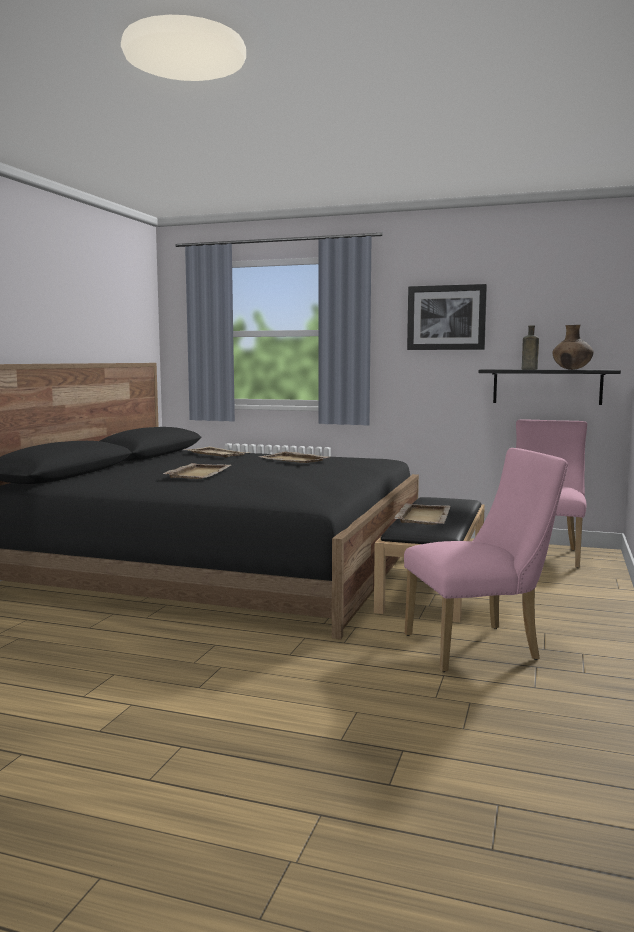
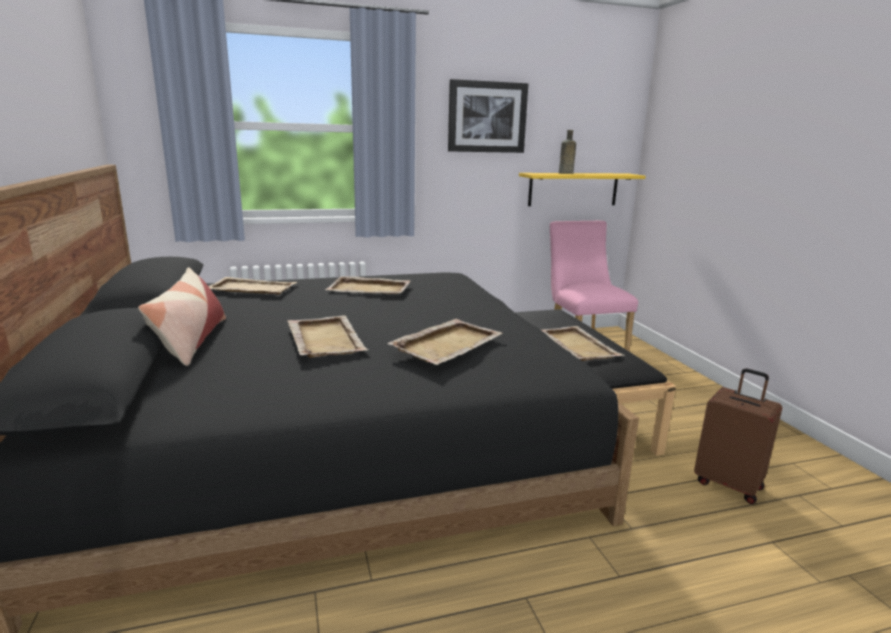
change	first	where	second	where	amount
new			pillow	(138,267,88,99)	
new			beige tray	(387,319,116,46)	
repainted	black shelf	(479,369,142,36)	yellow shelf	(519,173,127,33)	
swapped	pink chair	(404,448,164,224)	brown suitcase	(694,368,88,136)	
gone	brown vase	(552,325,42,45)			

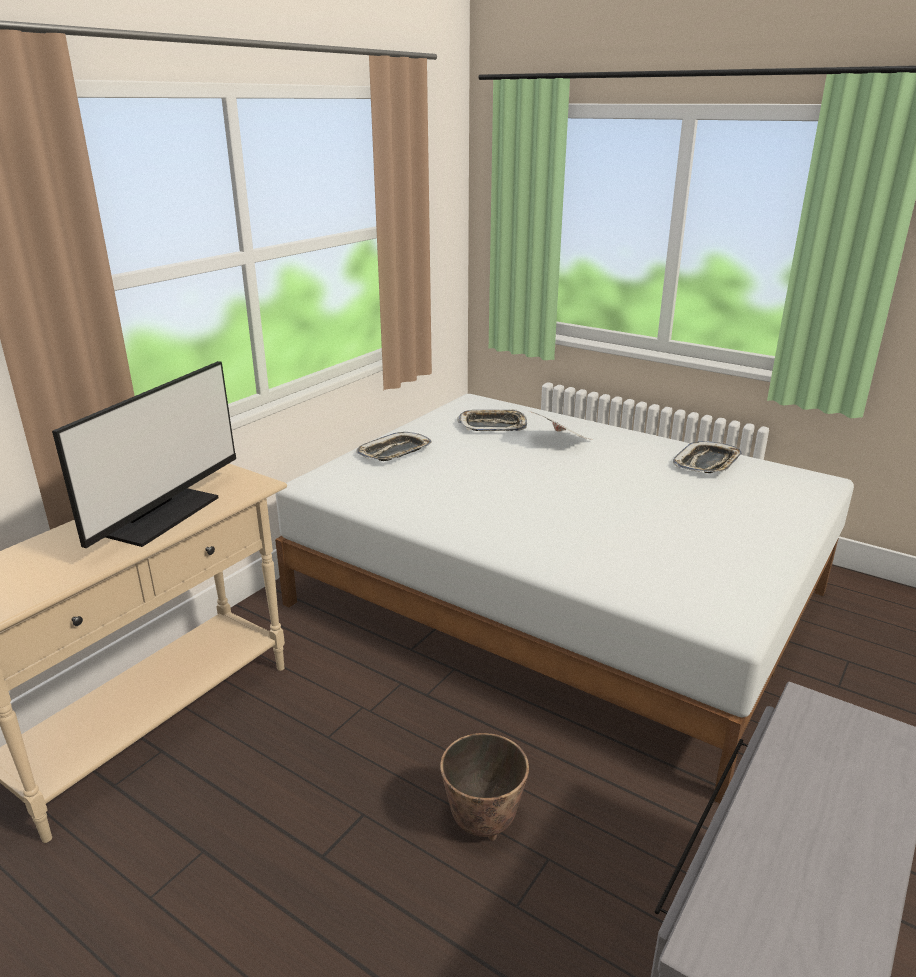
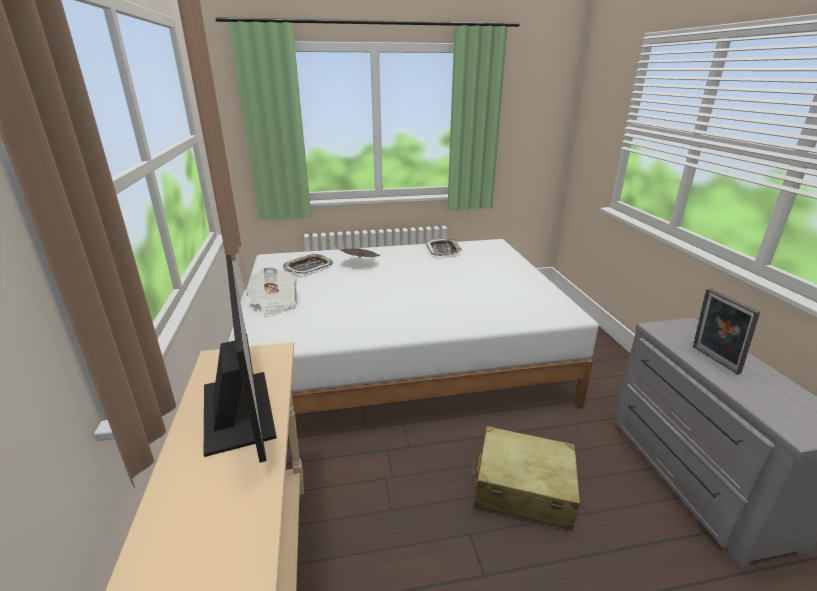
change	first	where	second	where	amount
swapped	tray	(356,432,76,29)	newspaper	(247,267,51,50)	
swapped	planter	(440,733,89,108)	beige suitcase	(473,426,107,105)	
new			picture frame	(693,288,67,86)	

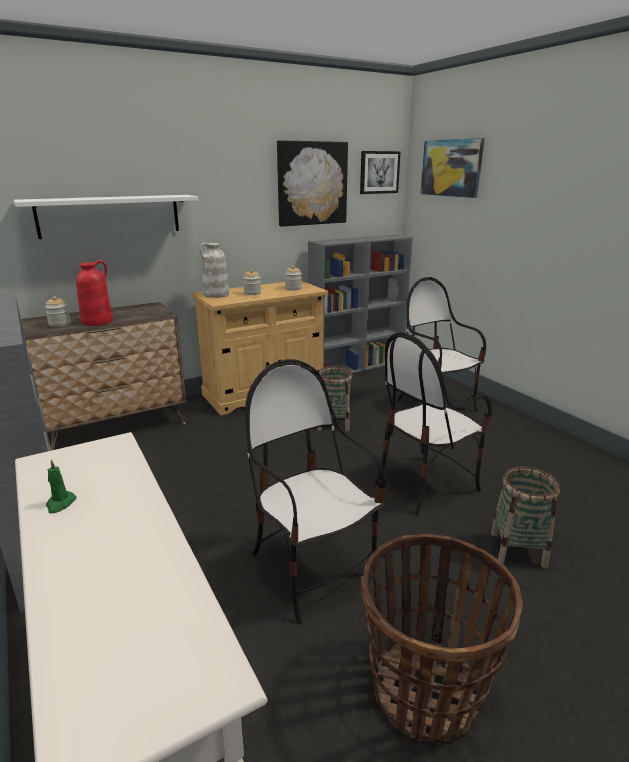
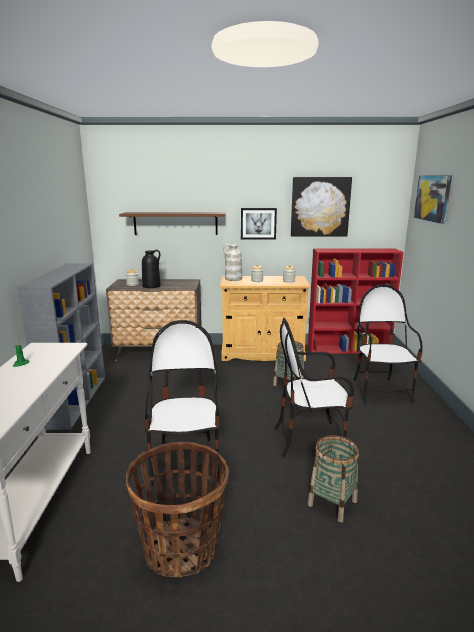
change	first	where	second	where	amount
repainted	white shelf	(14,195,185,44)	brown shelf	(119,212,107,23)	
repainted	red vase	(76,260,37,66)	black vase	(142,250,19,38)	
shifted	picture	(360,151,41,43)		(241,208,36,31)	
repainted	grey bookcase	(308,234,105,139)	red bookcase	(308,249,96,105)	

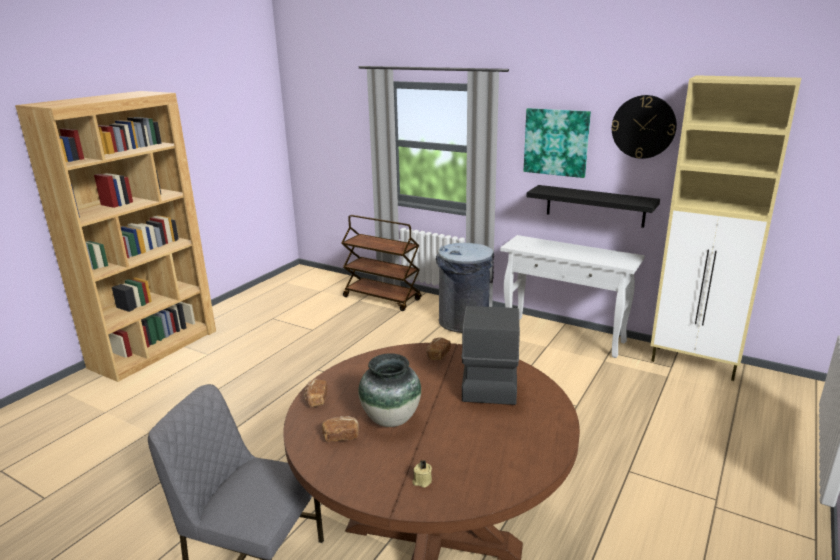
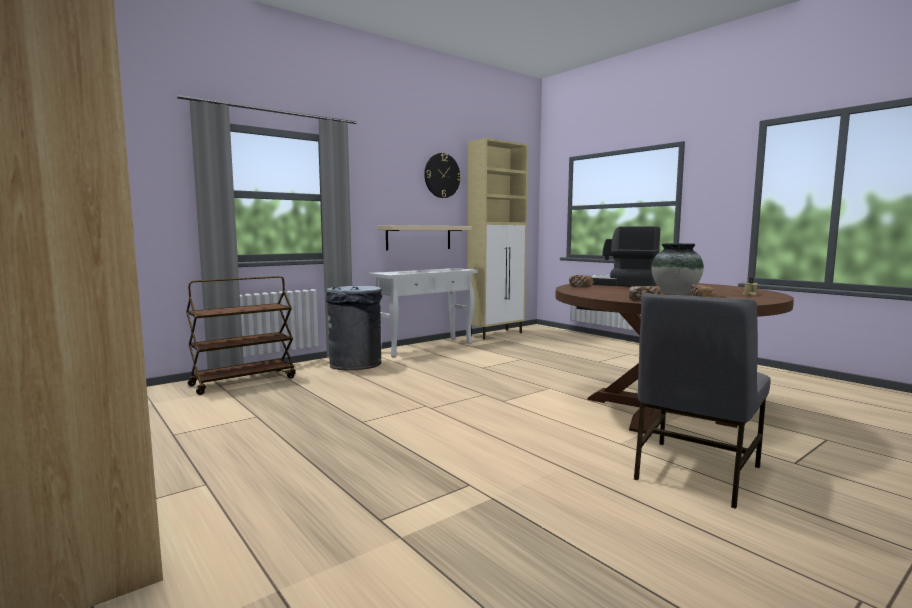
change	first	where	second	where	amount
repainted	black shelf	(526,185,134,43)	beige shelf	(378,225,94,26)	
gone	picture	(524,108,67,70)			

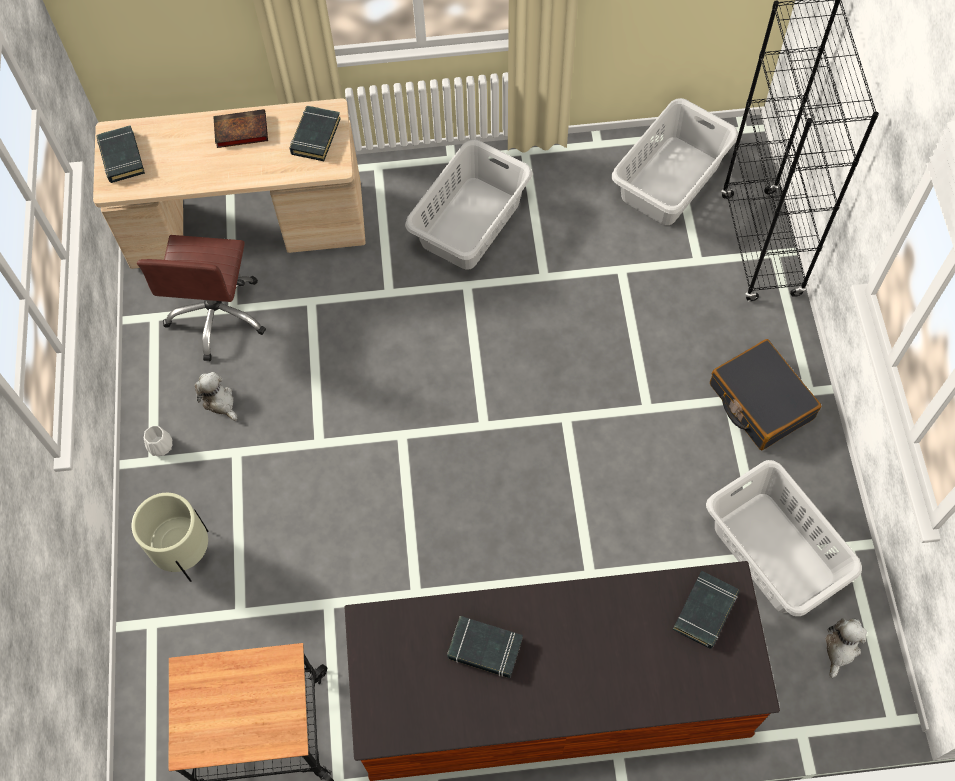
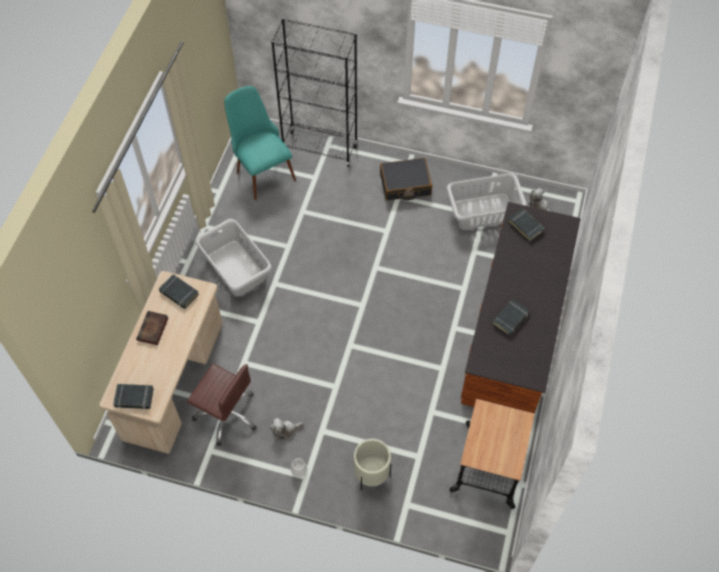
change	first	where	second	where	amount
swapped	grey laundry basket	(611,98,127,127)	turquoise chair	(224,86,72,114)	

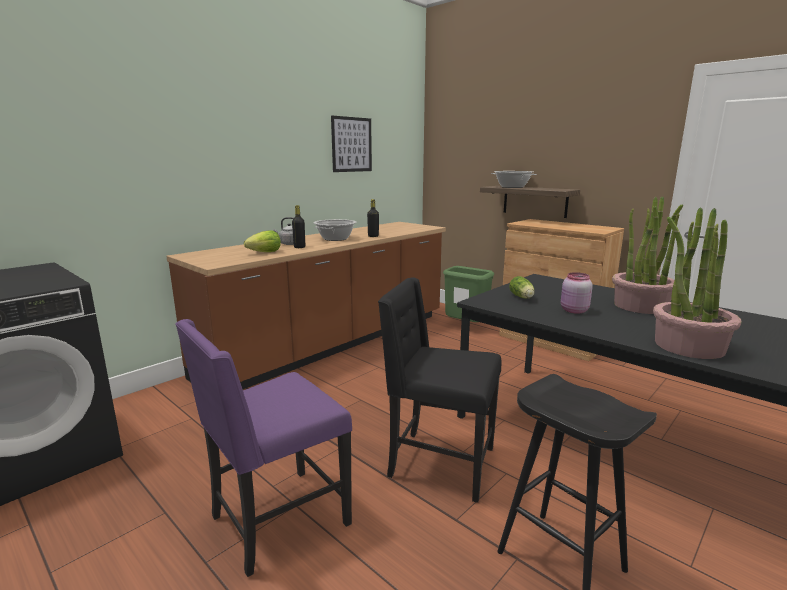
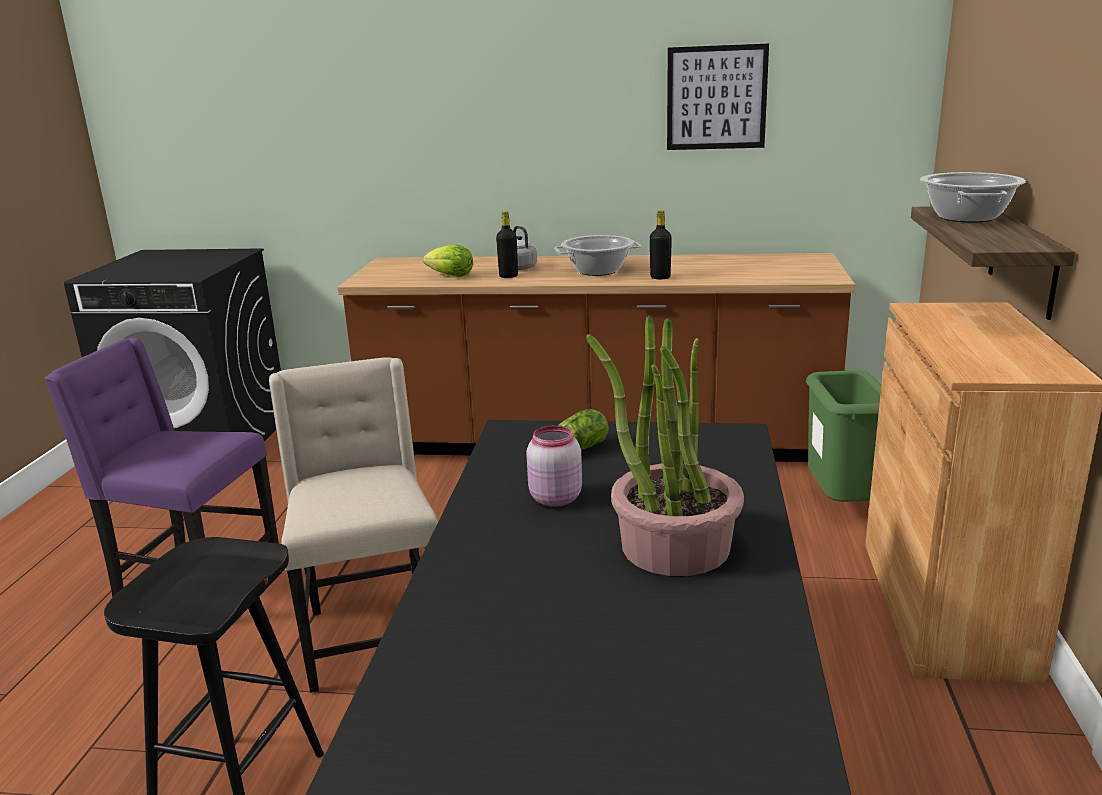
change	first	where	second	where	amount
repainted	black chair	(378,277,124,226)	beige chair	(269,357,169,336)	
gone	potted plant	(653,207,88,152)			

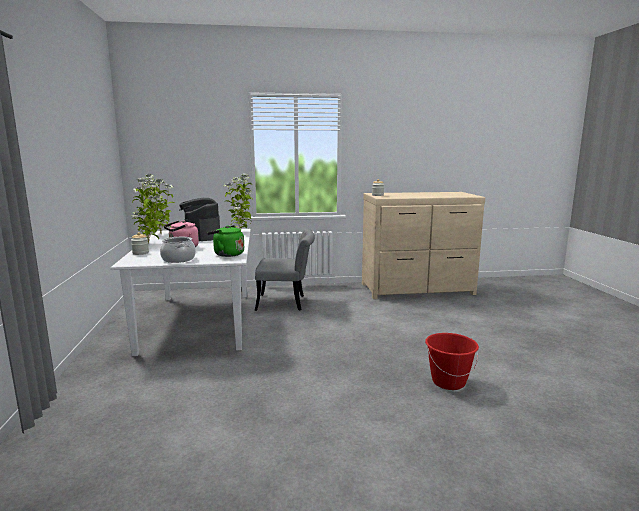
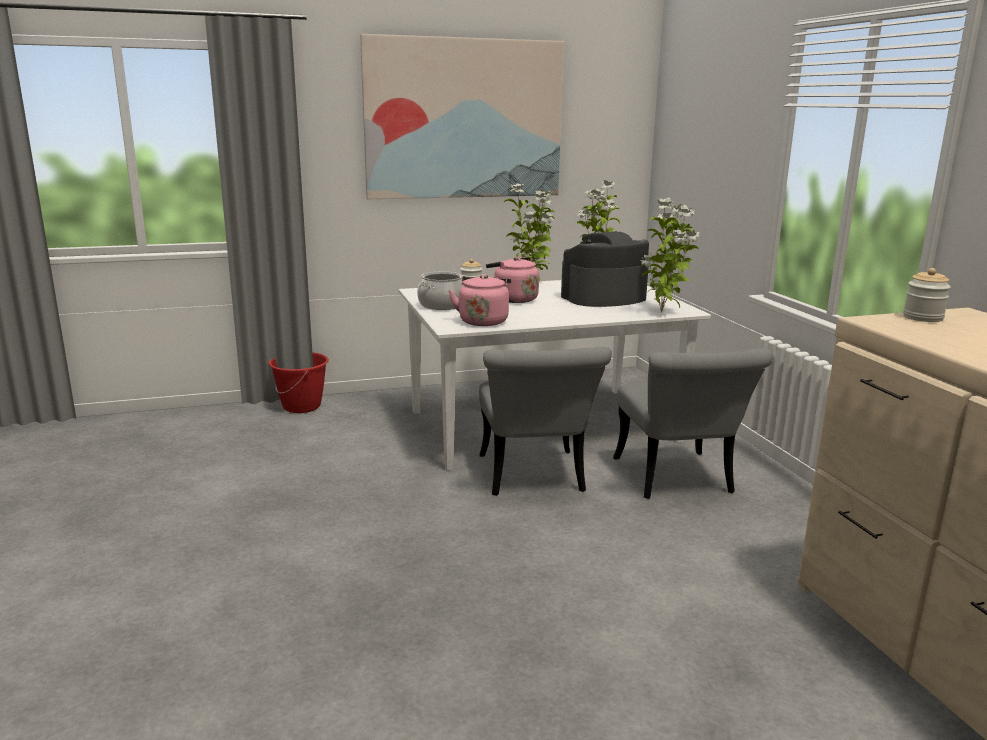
change	first	where	second	where	amount
shifted	red bucket	(425,333,54,57)		(269,352,60,61)	
new			picture	(360,34,204,165)	
repainted	green kettle	(207,225,37,32)	pink kettle	(448,274,63,52)	
new			grey chair	(479,347,133,149)	

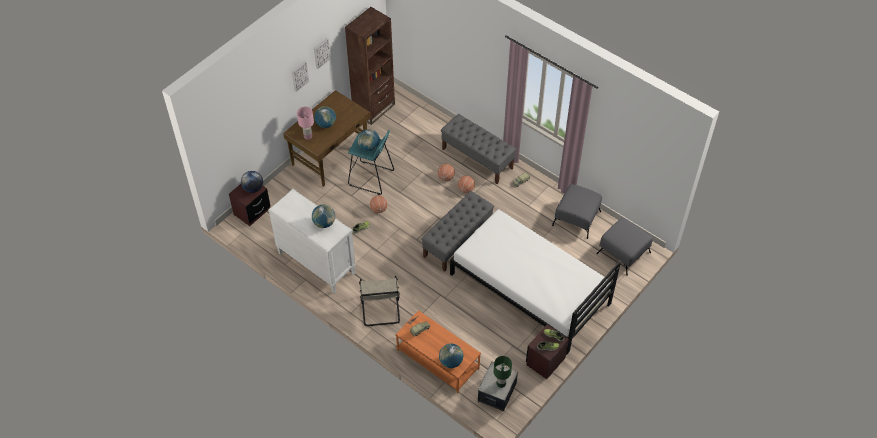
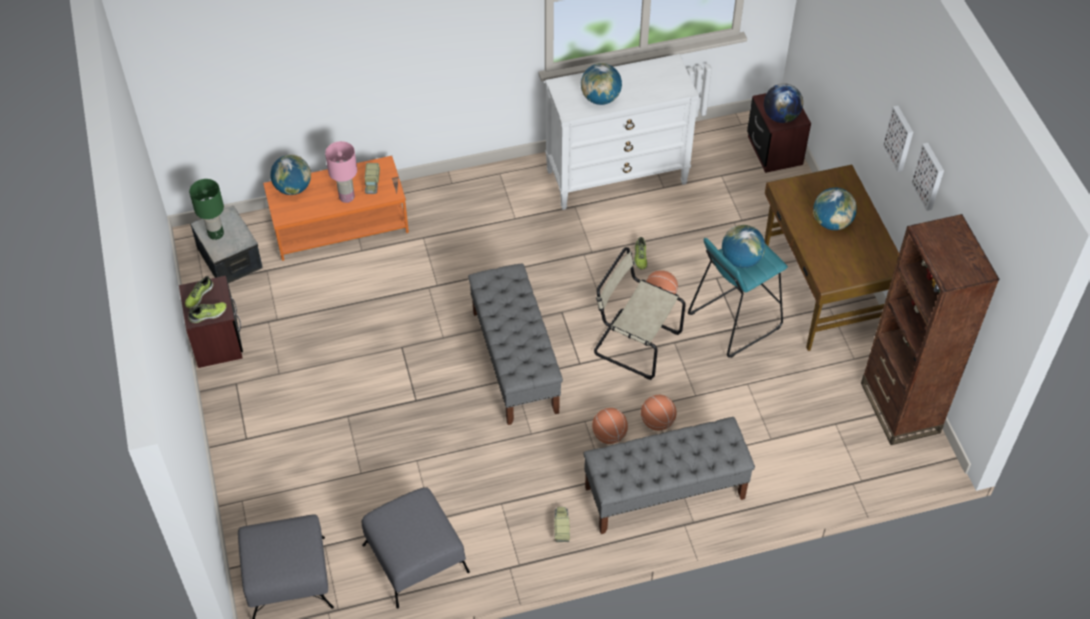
change	first	where	second	where	amount
shifted	pink table lamp	(297,107,17,33)		(325,141,32,62)	
shifted	beige chair	(359,276,41,50)		(594,247,92,133)	
gone	white bed	(450,209,171,145)			

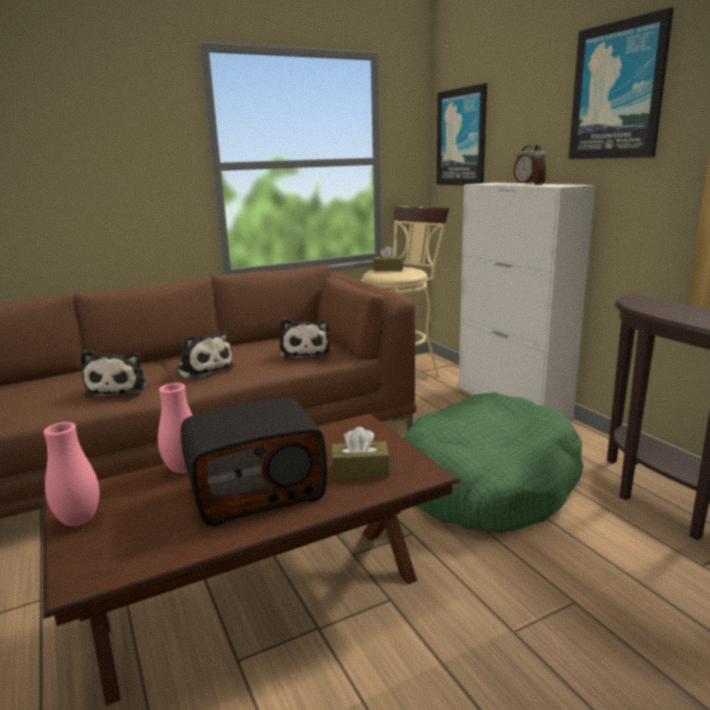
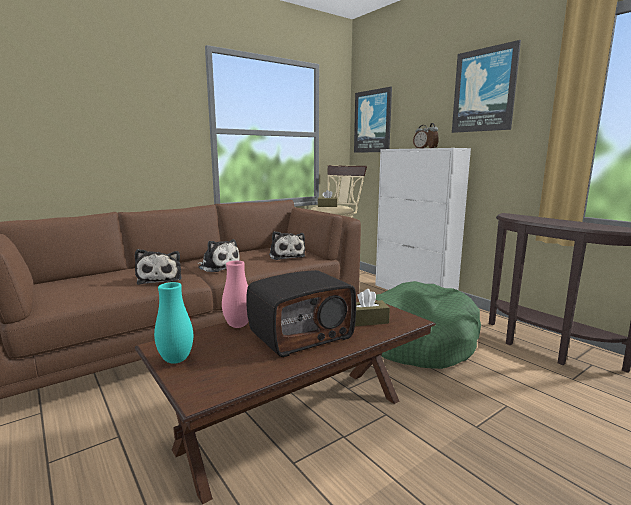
change	first	where	second	where	amount
repainted	pink vase	(43,422,56,104)	turquoise vase	(154,282,39,82)	

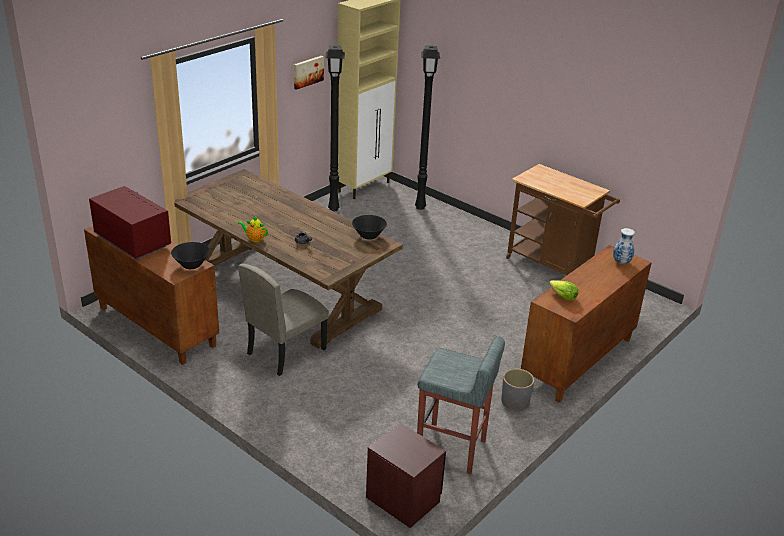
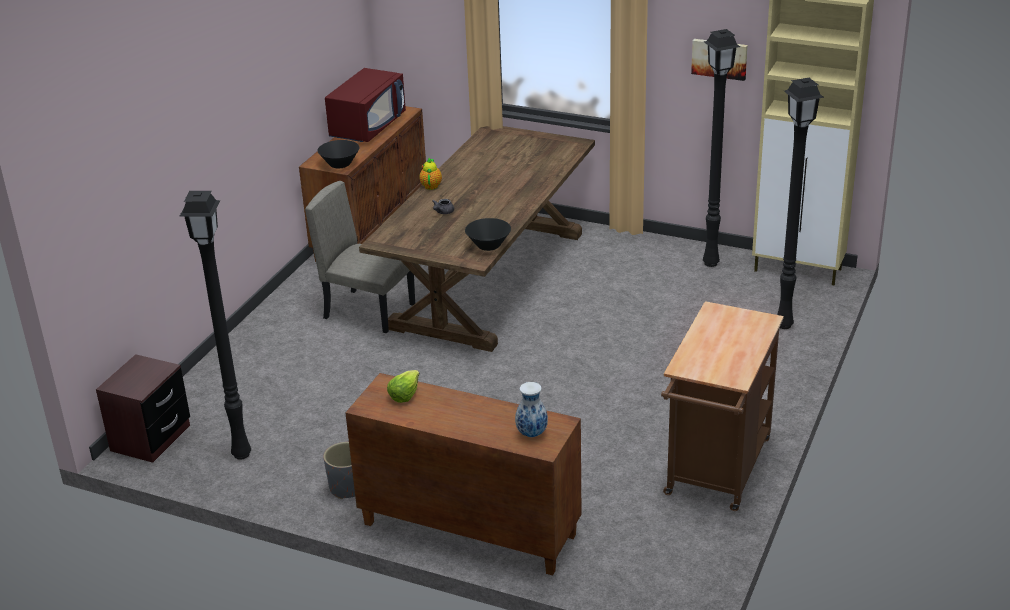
change	first	where	second	where	amount
swapped	grey stool	(417,336,88,138)	black floor lamp	(179,191,72,269)	

